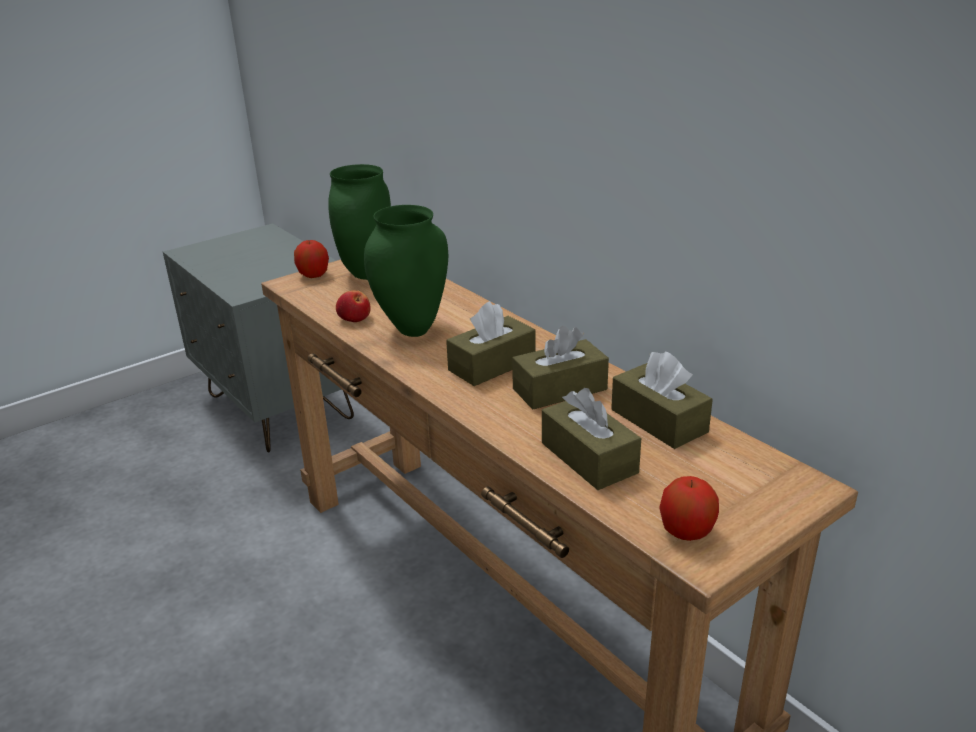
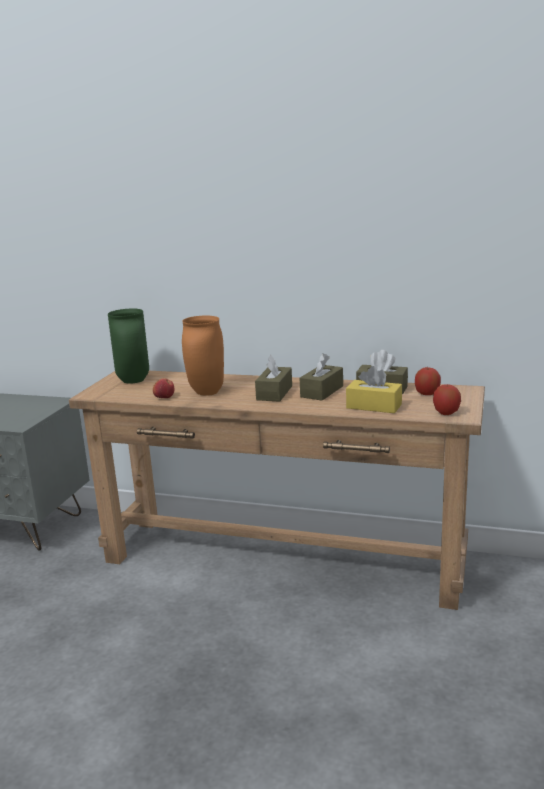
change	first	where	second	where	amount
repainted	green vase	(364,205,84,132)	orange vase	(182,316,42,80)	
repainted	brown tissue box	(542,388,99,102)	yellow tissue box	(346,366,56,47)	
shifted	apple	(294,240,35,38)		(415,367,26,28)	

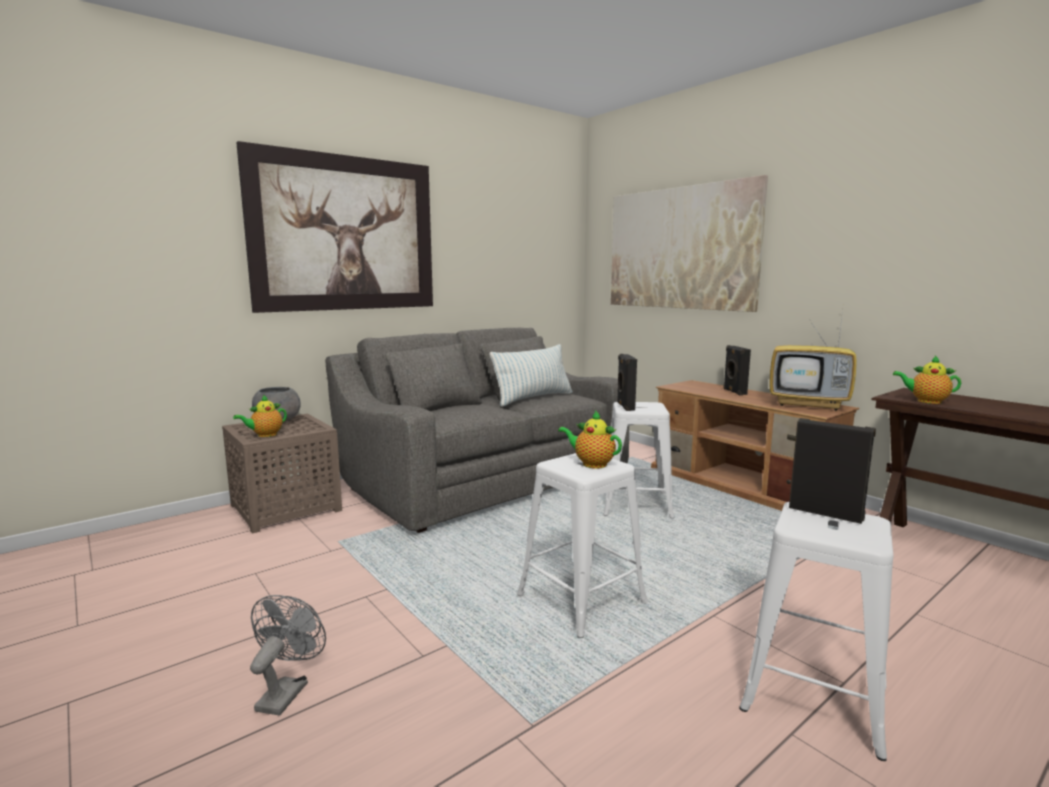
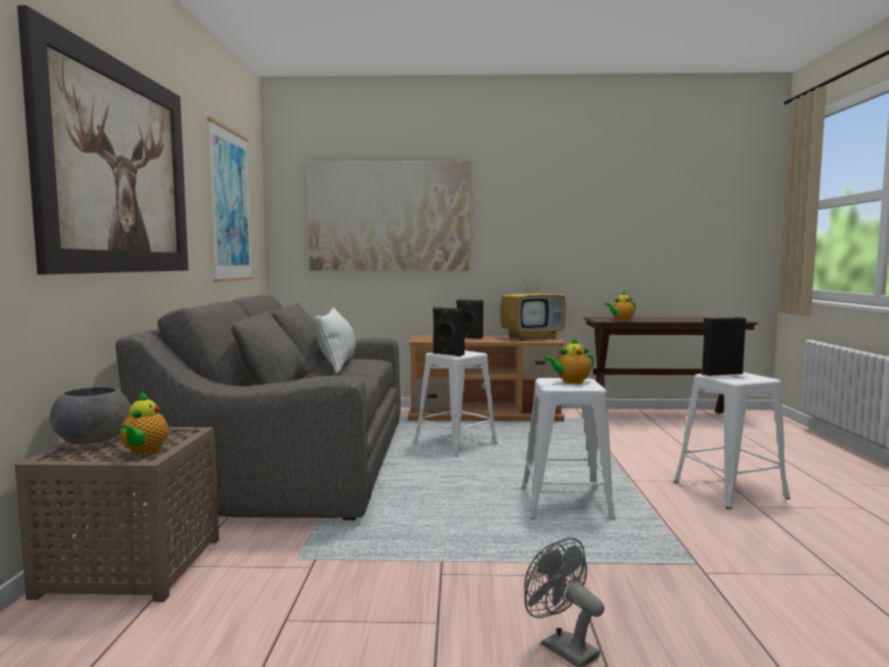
change	first	where	second	where	amount
new			picture	(207,117,46,165)	

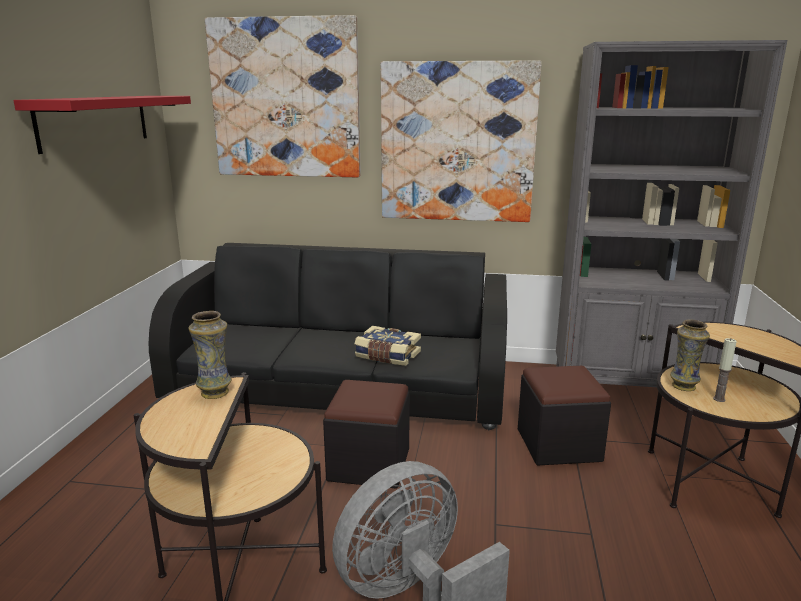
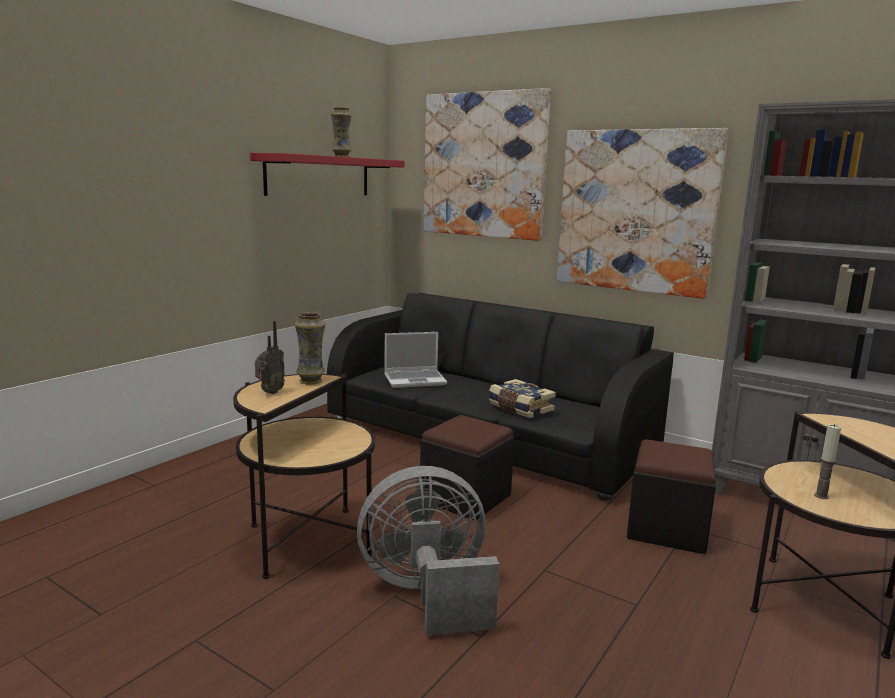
change	first	where	second	where	amount
new			radio	(255,321,30,73)	
shifted	vase	(670,319,40,72)		(331,107,21,50)	
new			laptop	(384,332,63,56)	

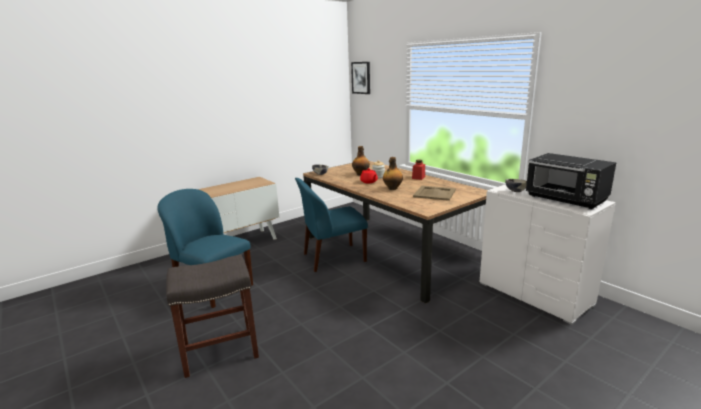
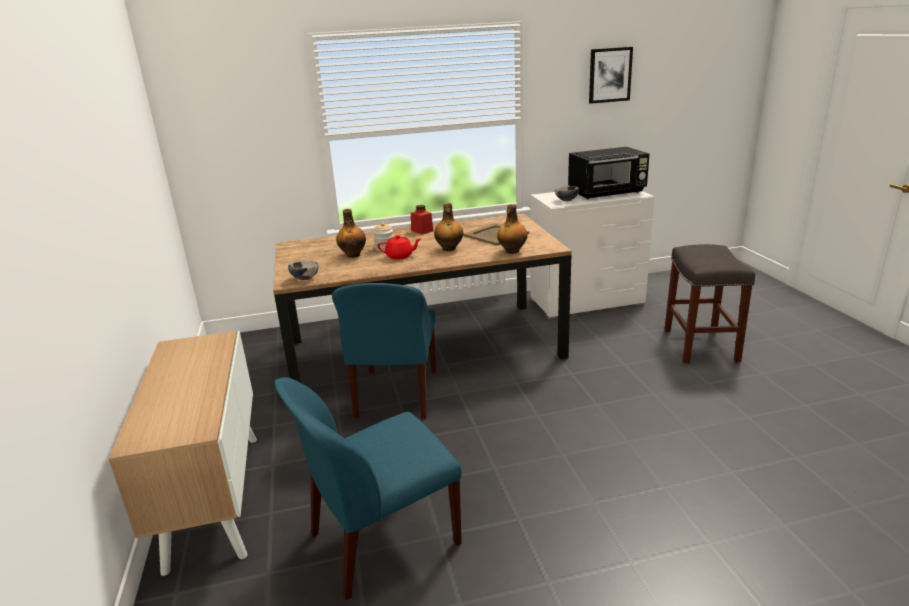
change	first	where	second	where	amount
new			bottle	(497,204,30,50)	
shifted	picture	(351,62,19,32)		(589,47,44,57)	
shifted	grey stool	(166,255,93,123)		(664,244,91,119)	

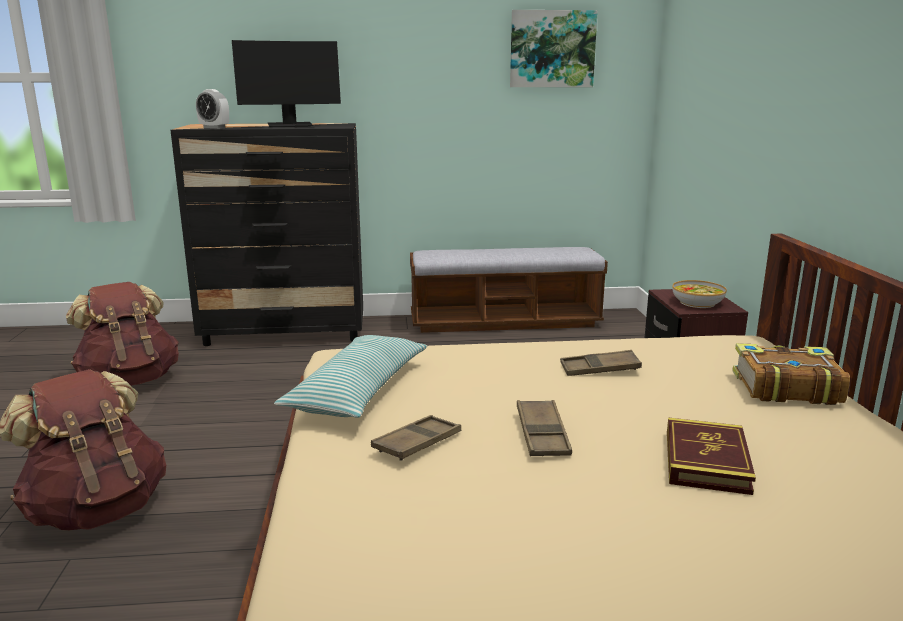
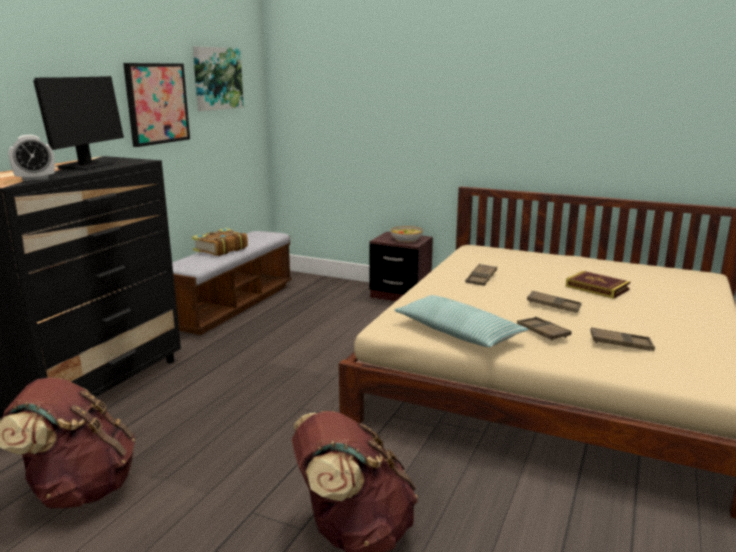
change	first	where	second	where	amount
new			picture	(123,63,67,84)	
shifted	book	(732,343,118,62)		(192,228,56,28)	
new			brown tray	(591,327,64,24)	

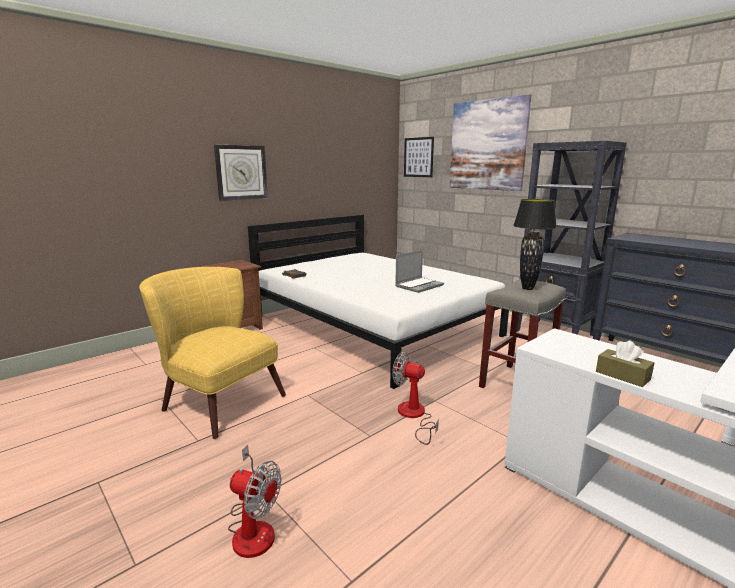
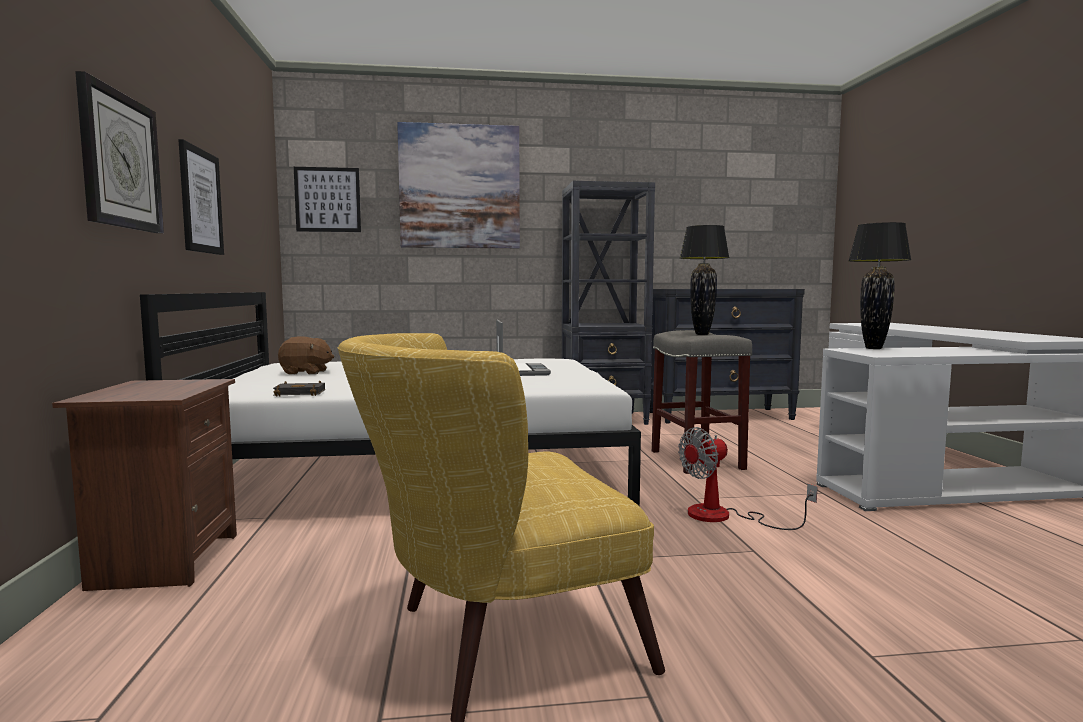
change	first	where	second	where	amount
new			picture	(179,139,45,116)	
new			brown plush toy	(278,336,56,38)	
new			black table lamp	(848,222,64,127)	
gone	fan	(228,445,54,113)			
gone	brown tissue box	(596,341,58,46)			

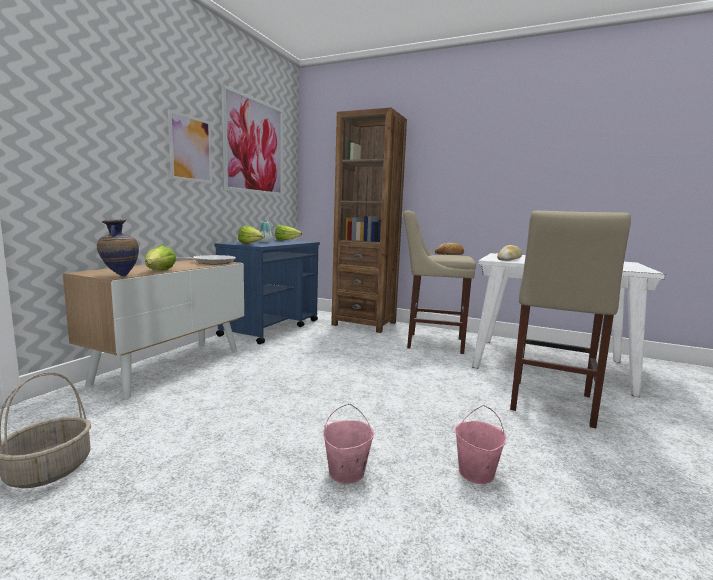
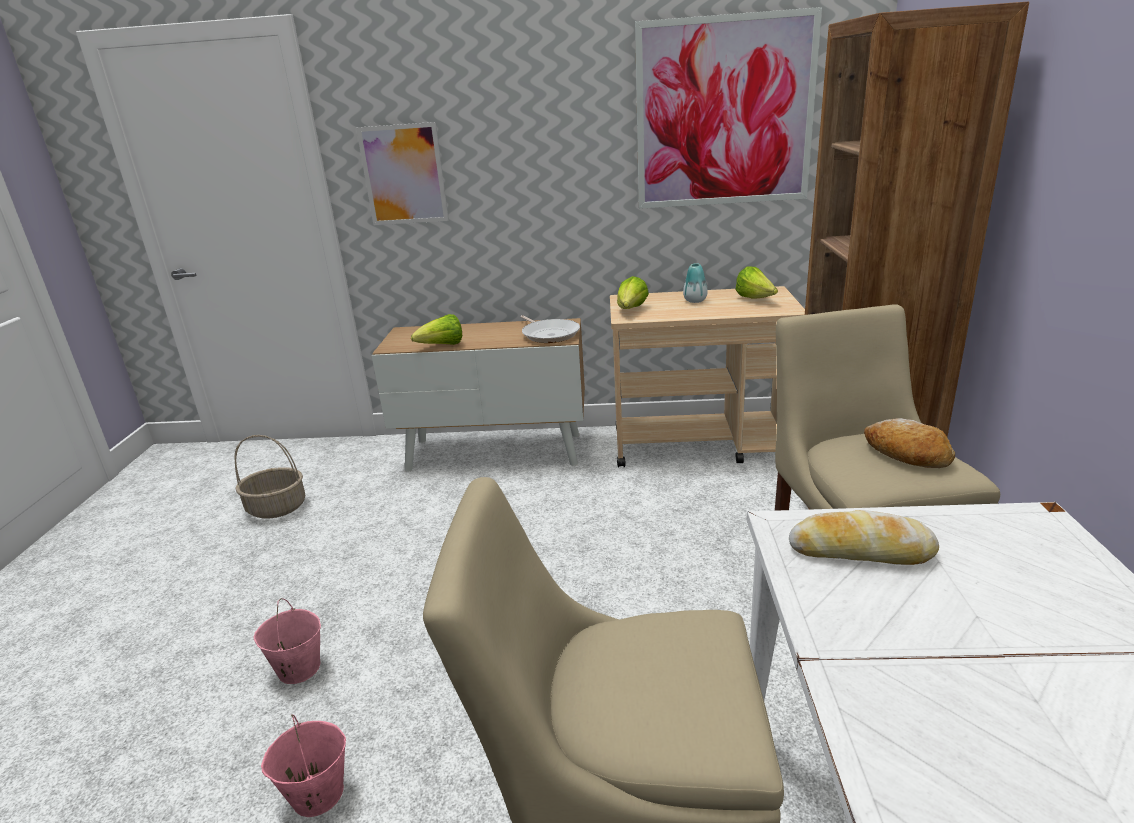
change	first	where	second	where	amount
shifted	picture	(168,109,44,75)		(356,122,93,103)	
repainted	blue cart	(215,240,105,104)	beige cart	(610,286,195,181)	
gone	vase	(97,219,42,58)			

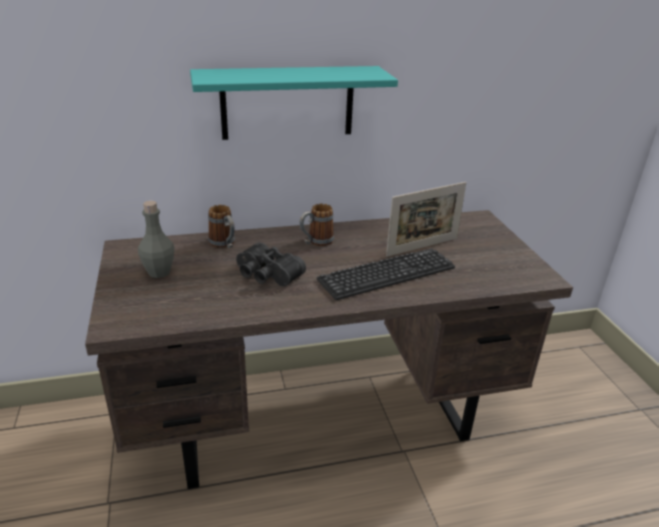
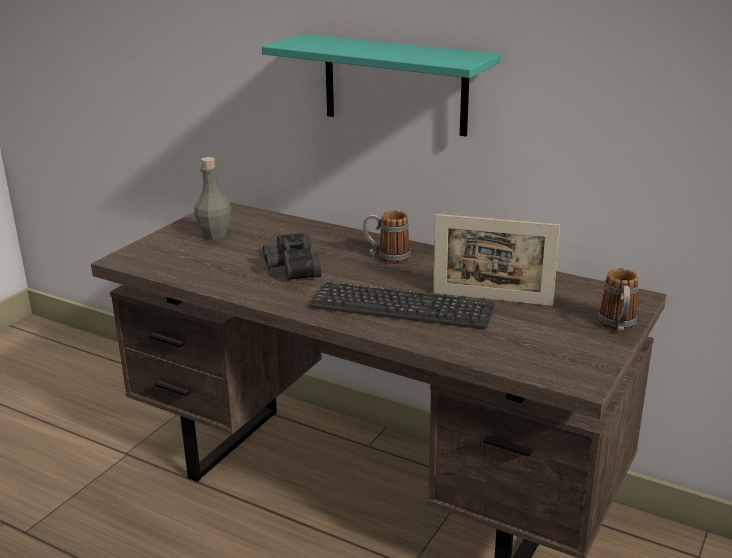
change	first	where	second	where	amount
shifted	mug	(208,205,27,43)		(598,269,40,63)	

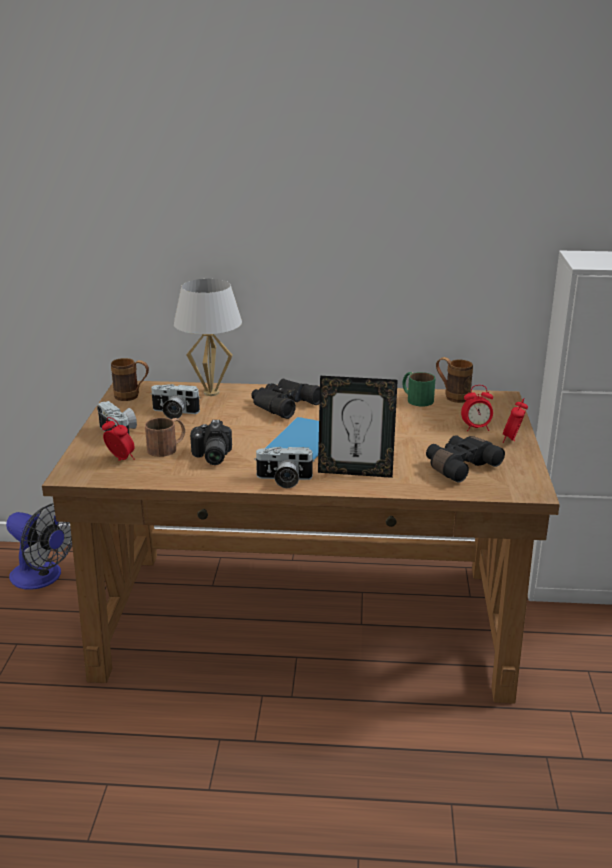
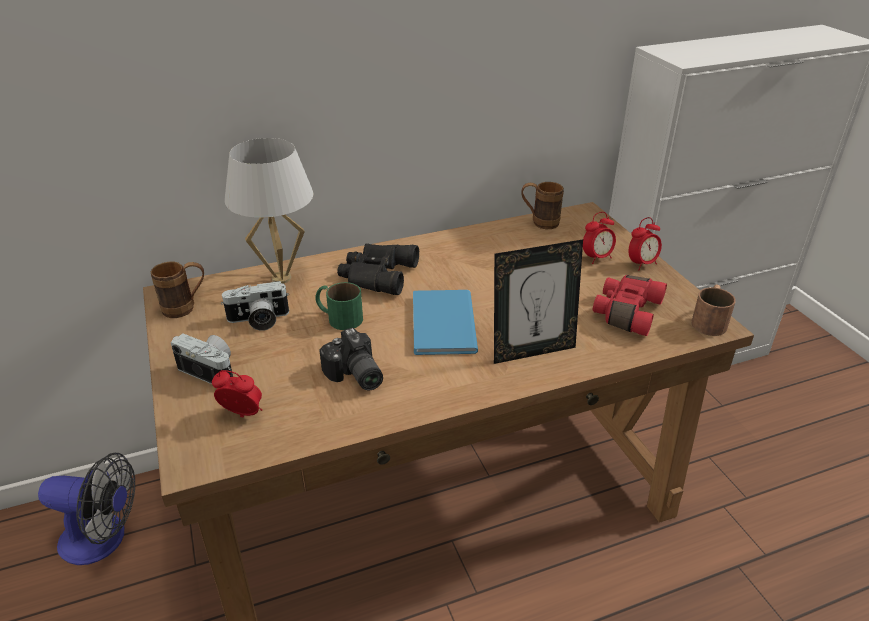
change	first	where	second	where	amount
shifted	green mug	(402,372,33,34)		(315,282,48,48)	
repainted	black binoculars	(426,435,79,48)	red binoculars	(593,275,74,61)	
rotated	alarm clock	(503,398,25,45)		(629,217,33,53)	120 degrees counterclockwise
shifted	brown mug	(145,418,40,39)		(691,285,45,51)	
gone	photo camera	(254,447,61,41)			

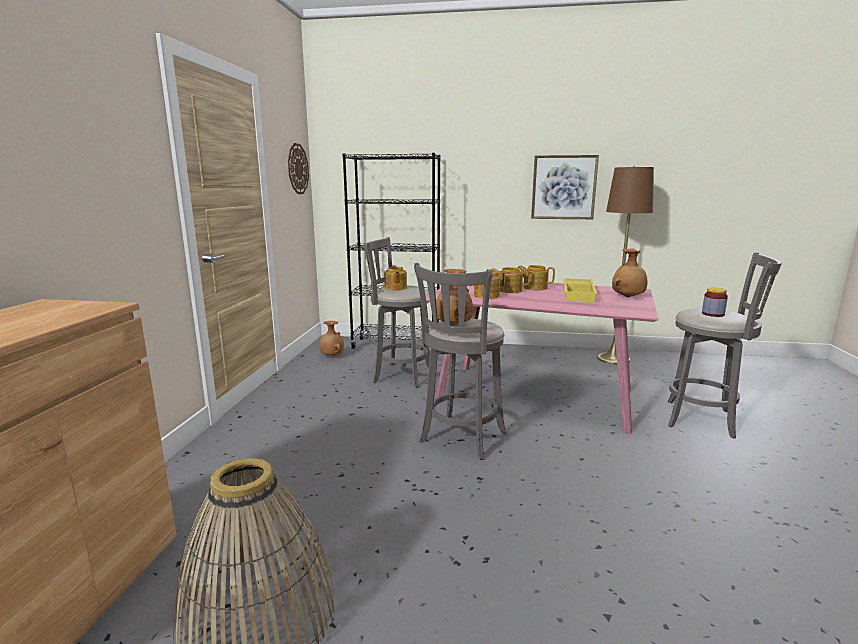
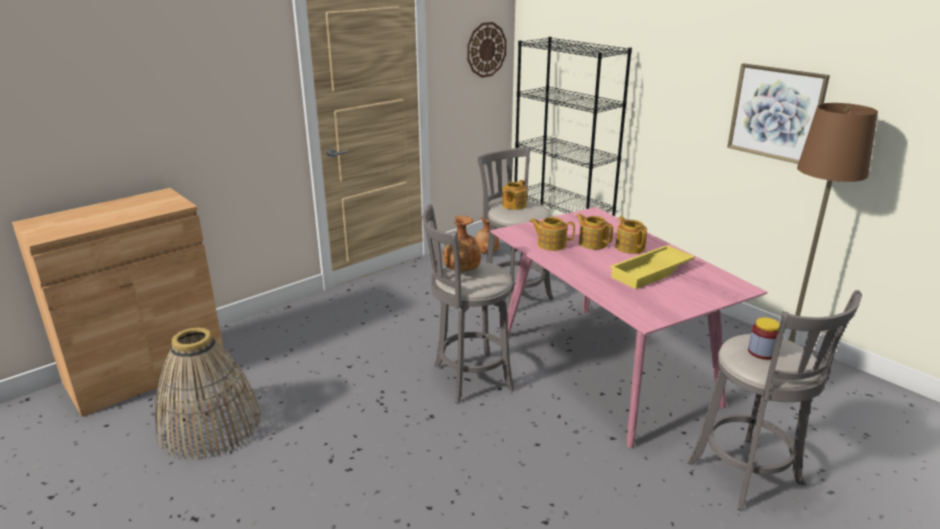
change	first	where	second	where	amount
gone	brown vase	(612,248,35,49)			

